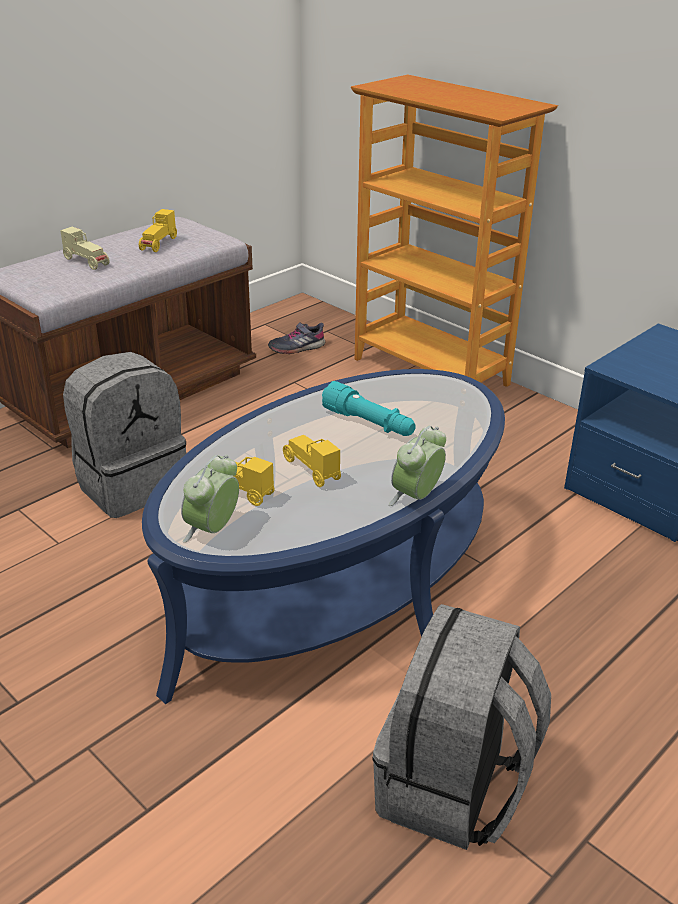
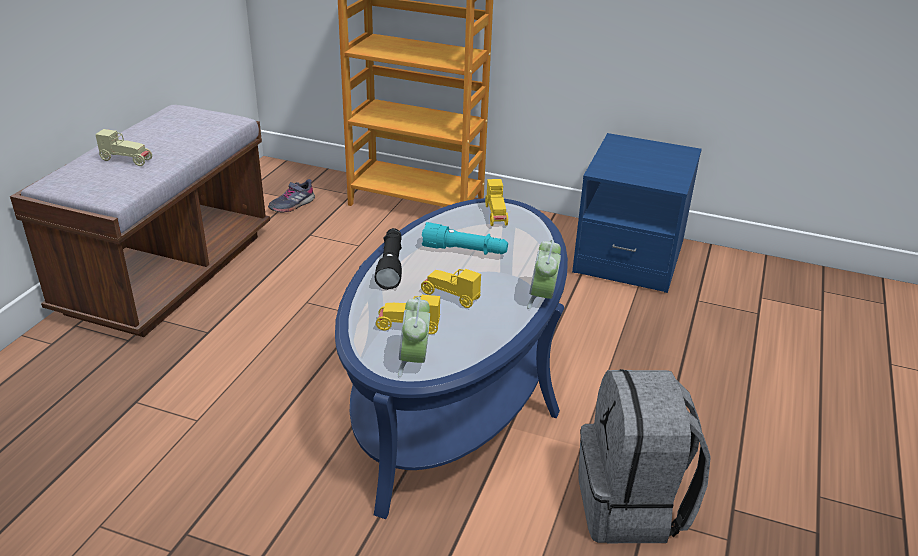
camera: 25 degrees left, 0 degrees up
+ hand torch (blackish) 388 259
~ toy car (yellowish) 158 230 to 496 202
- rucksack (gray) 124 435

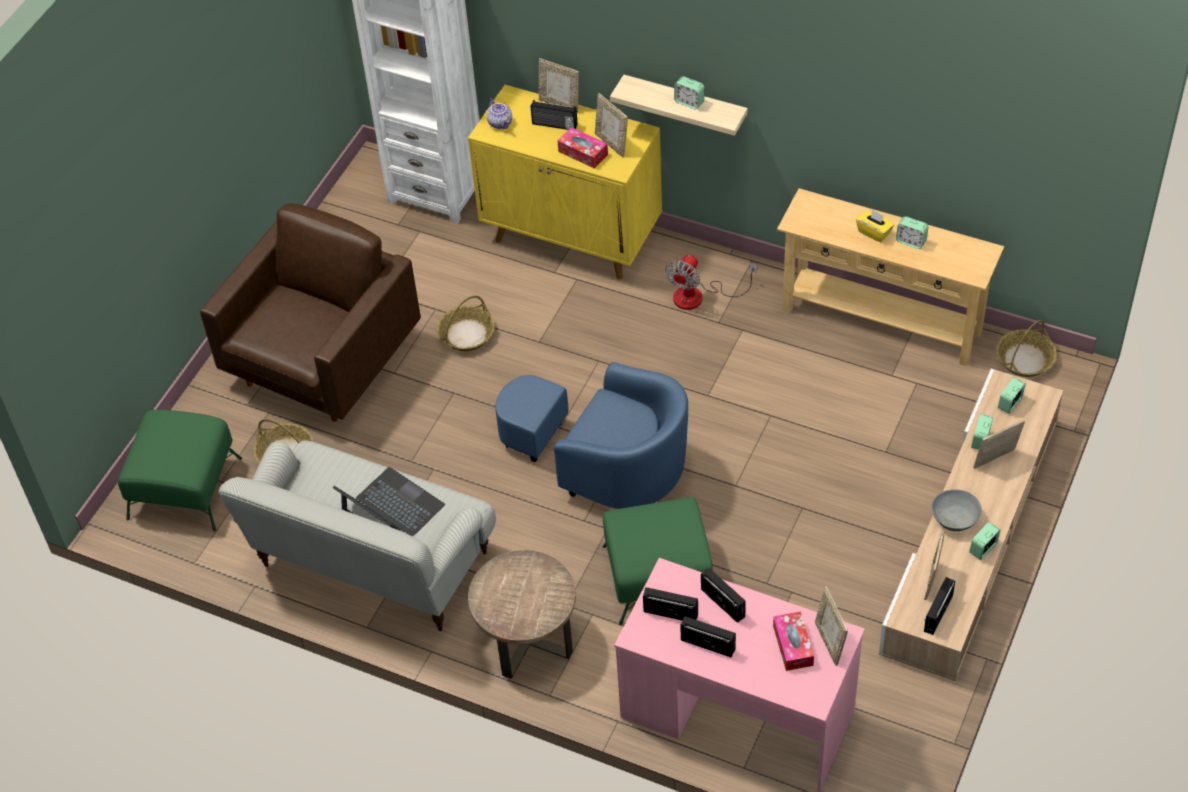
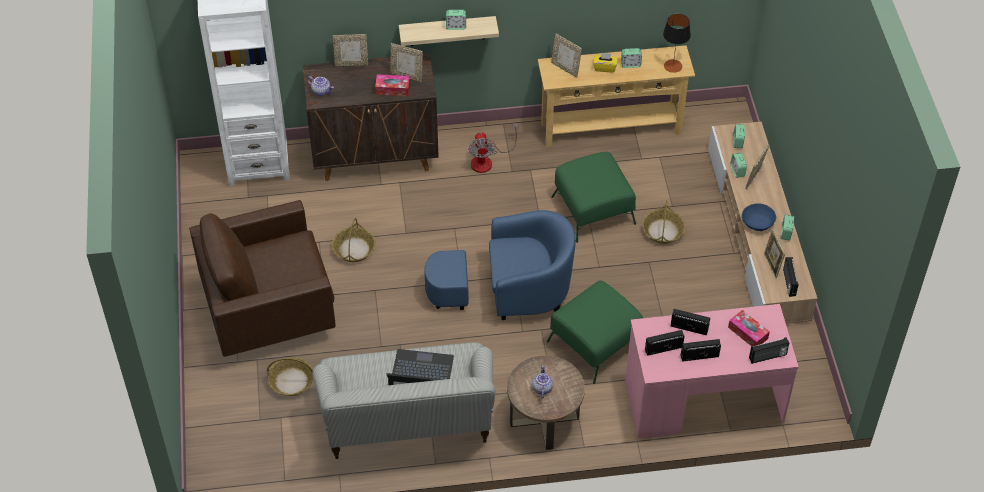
camera: 35 degrees left, 0 degrees up
~ armchair (brown) 310 312 = 262 278 105 degrees counterclockwise
~ cabinet (yellowish) 565 182 to cabinet (brown) 371 117
+ tea pot 542 382
~ standing frame 831 626 to 566 56
~ ottoman (green) 180 470 to 593 197
~ household basket 1027 348 to 664 222
+ table lamp 677 43
~ serving bowl (gray) 957 510 to serving bowl (blue) 759 217
~ radio 554 115 to 769 350

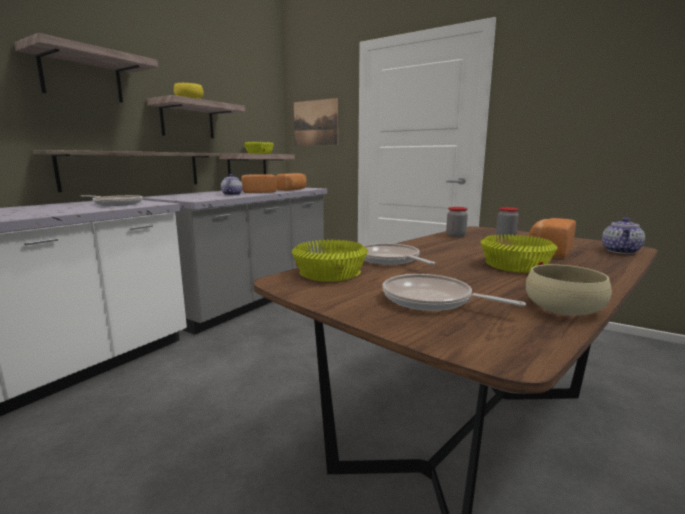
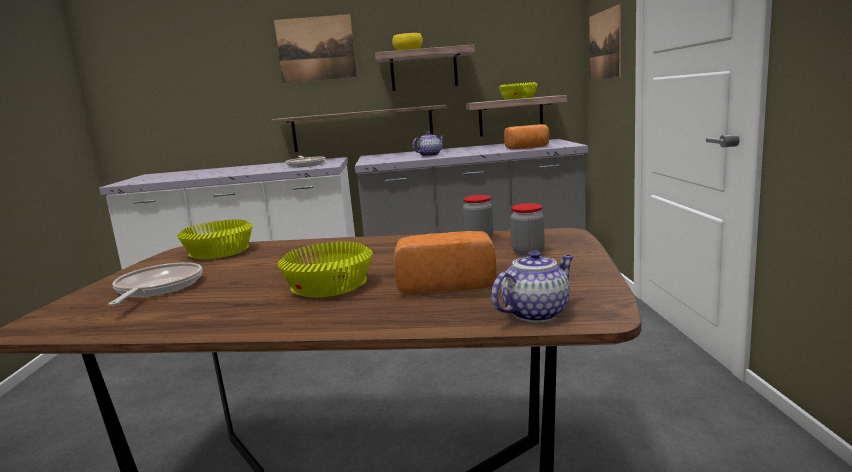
camera: 55 degrees right, 0 degrees up
~ shelf 86 68 to wall art 315 48
~ tea pot 623 235 = 532 286 150 degrees clockwise
- bread 259 183
- frying pan 399 254
- serving bowl (beige) 569 290

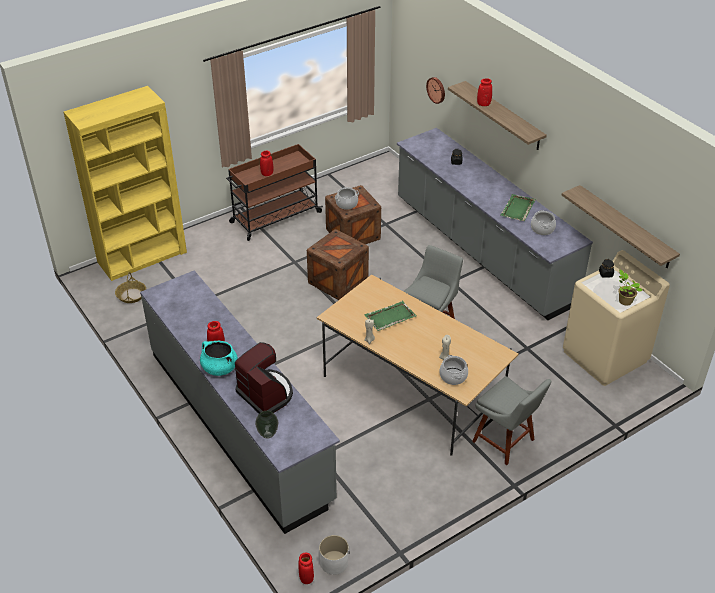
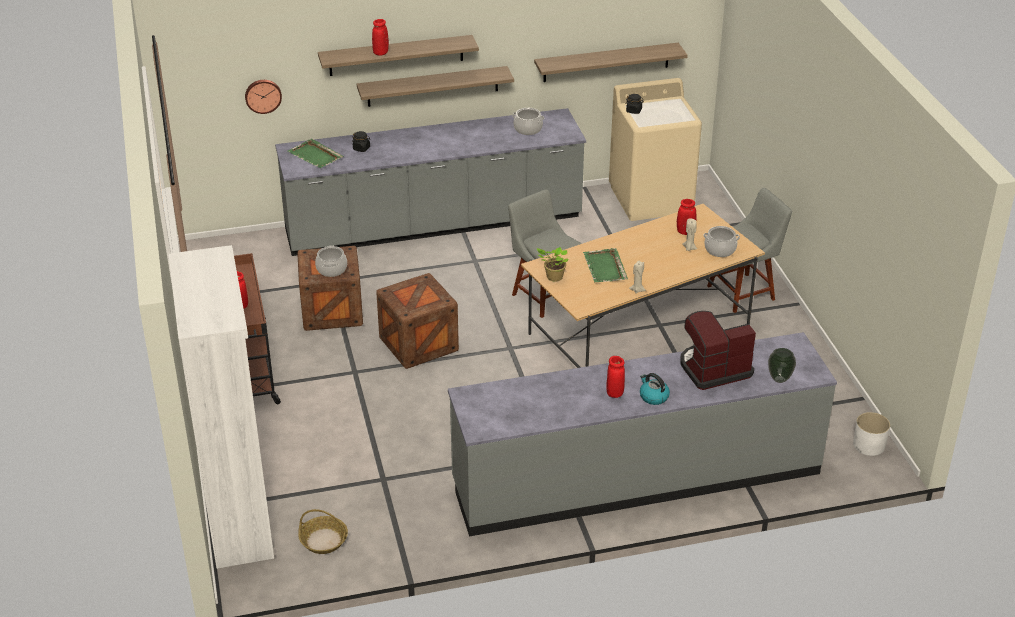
camera: 70 degrees left, 5 degrees down
~ bookshelf (yellowish) 125 183 to bookshelf (whitish) 221 407
~ tray (green) 518 207 to 316 153
+ shelf 435 86
~ plant in a pot 630 287 to 553 264
~ stockpot (blue-green) 219 358 to kettle 655 389
~ flower vase (red-coloured) 306 568 to 686 217

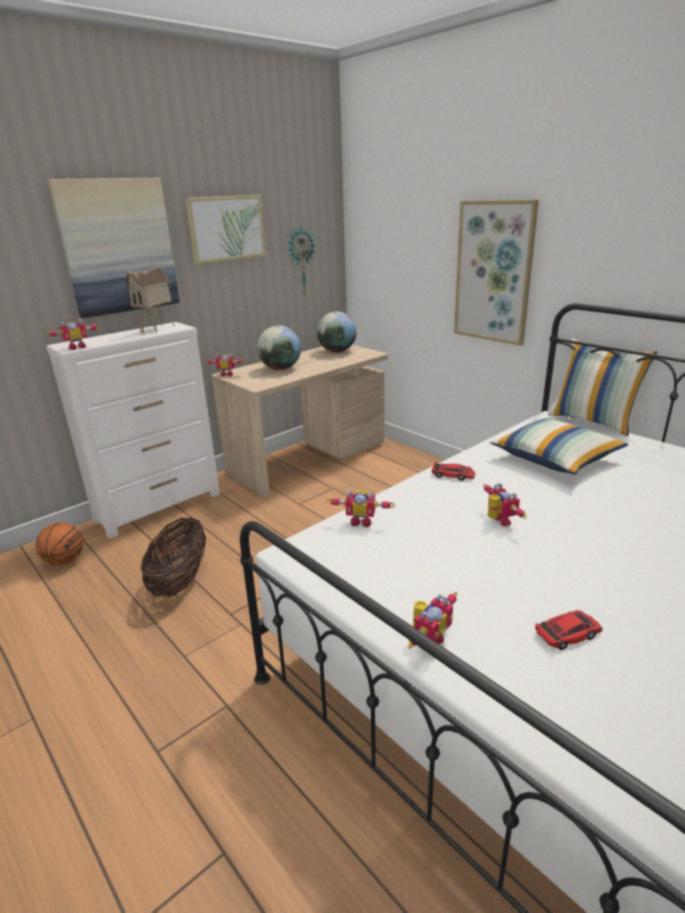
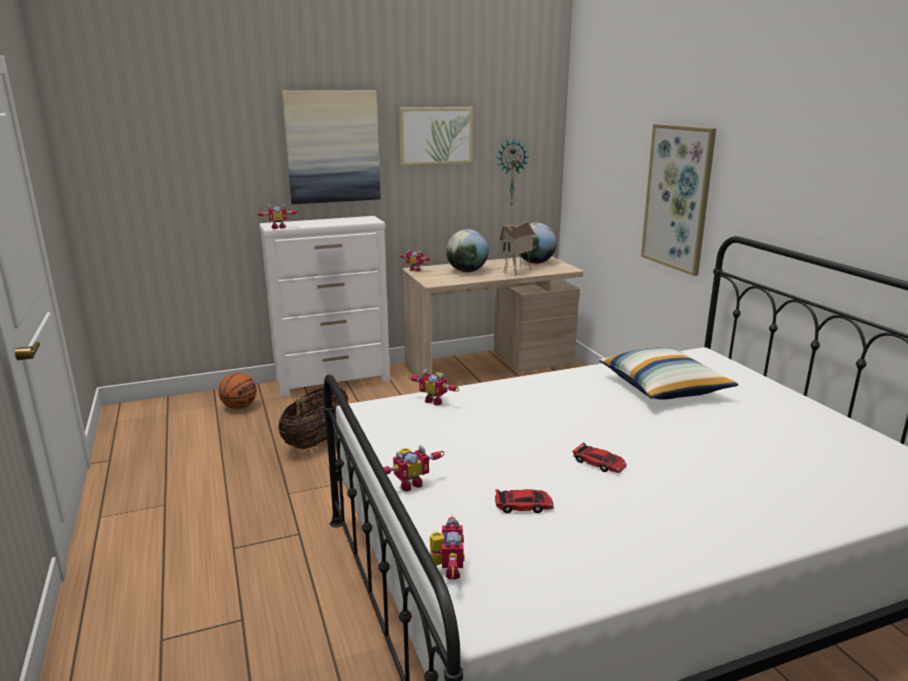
camera: 20 degrees right, 5 degrees down
~ model robot 505 504 to 447 547
~ toy house 150 300 to 517 248
~ toy car 453 471 to 599 458
- cushion 602 387

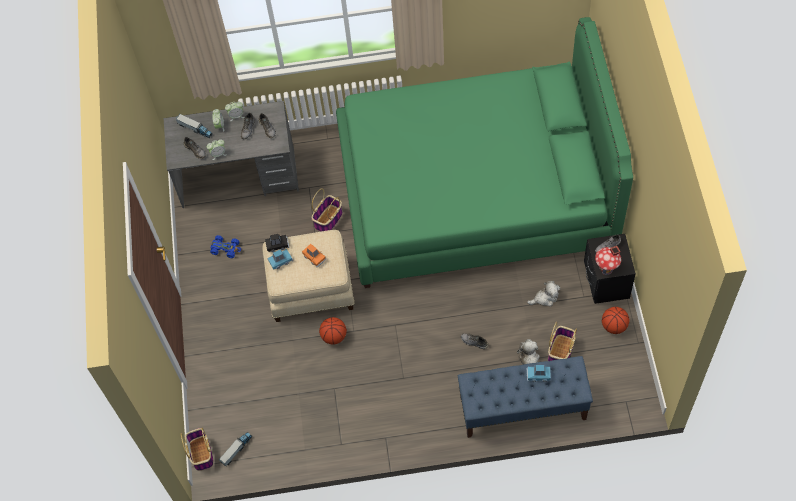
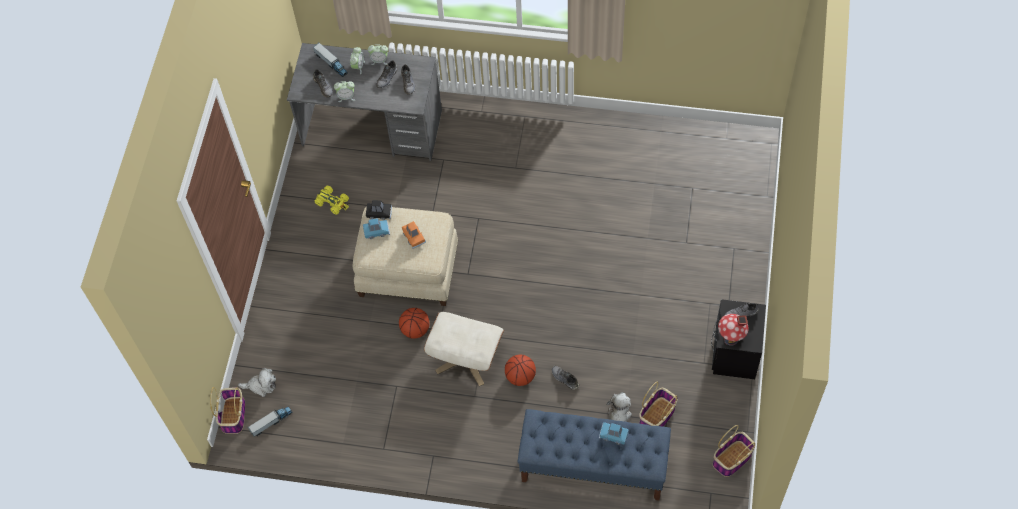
camera: 15 degrees right, 0 degrees up
~ cuddly toy 543 294 to 257 382
~ toy car (blue) 225 246 to toy car (yellowish) 331 200
+ ottoman (beige) 464 349
~ basketball ball 616 320 to 520 370
~ household basket 327 210 to 734 451
- bed (green) 484 152

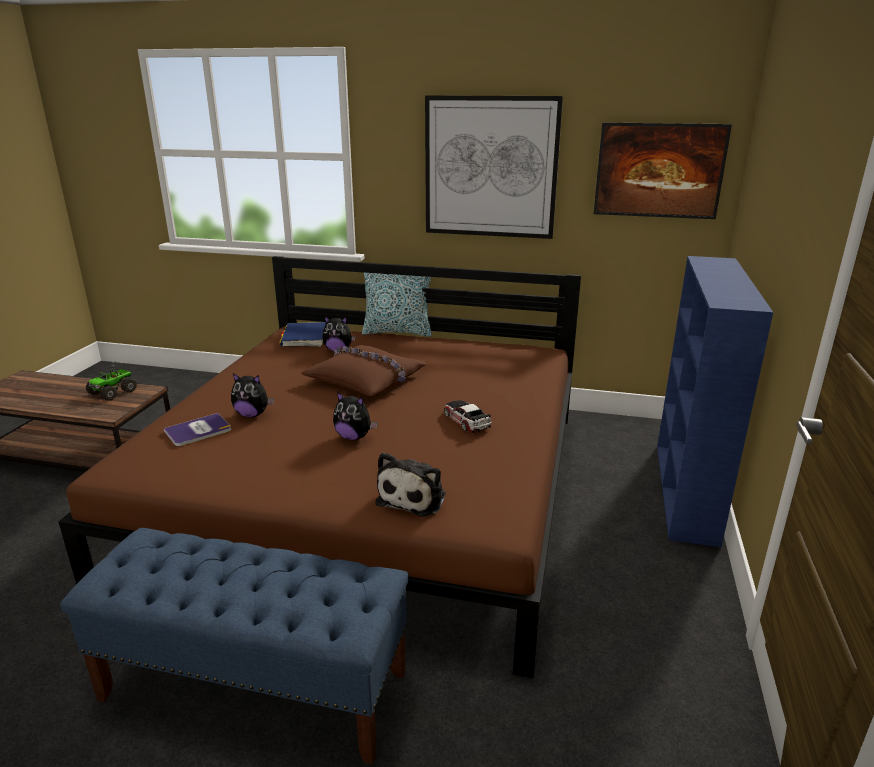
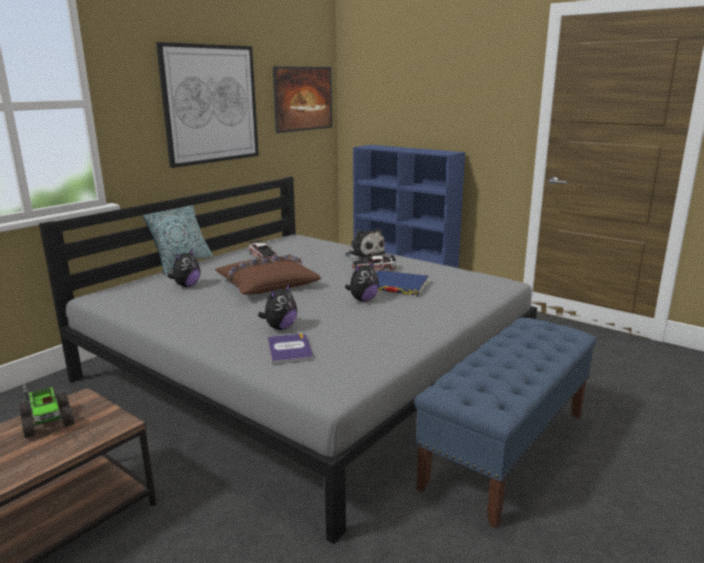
camera: 65 degrees left, 5 degrees down
~ bed (brown) 319 467 to bed (gray) 288 360
+ toy car 263 249
~ cuddly toy 410 484 to 365 244
~ volume (blue) 303 334 to 402 282

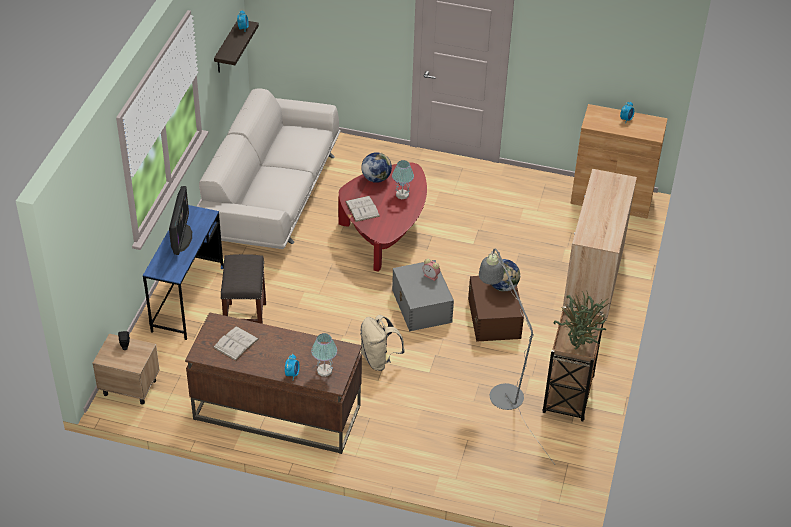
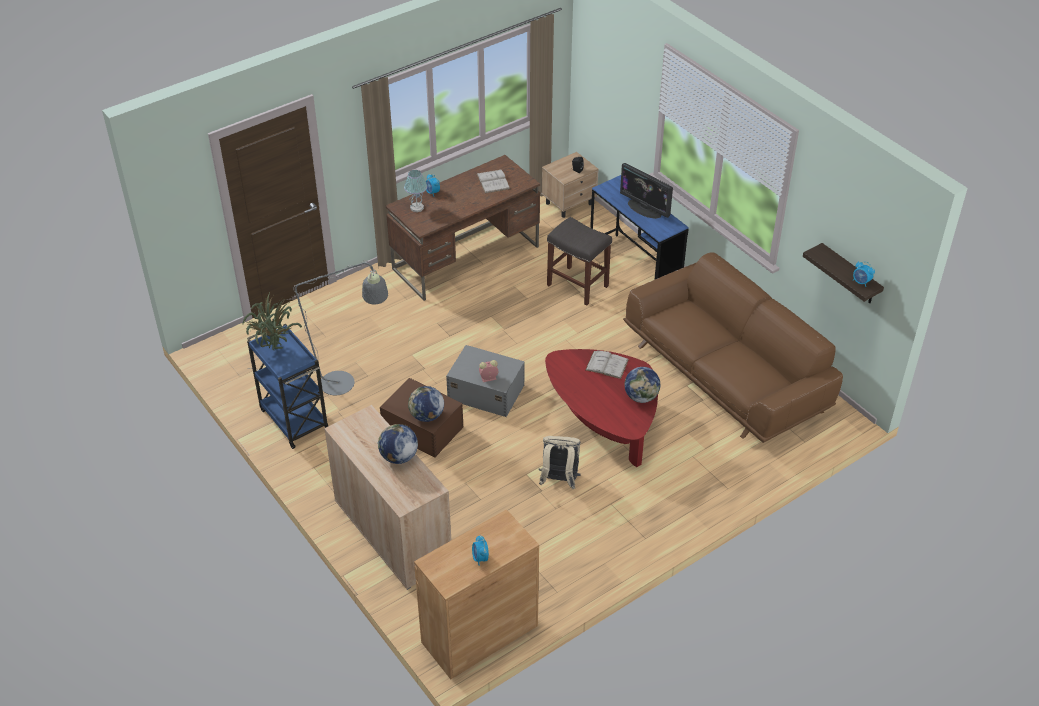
camera: 130 degrees right, 0 degrees up
~ wheeled cart (brown) 574 362 to wheeled cart (blue) 287 386
+ desk globe 398 444
~ rucksack (beige) 382 343 to 560 462
~ settee (whitish) 269 168 to settee (brown) 733 347
- table lamp 403 179

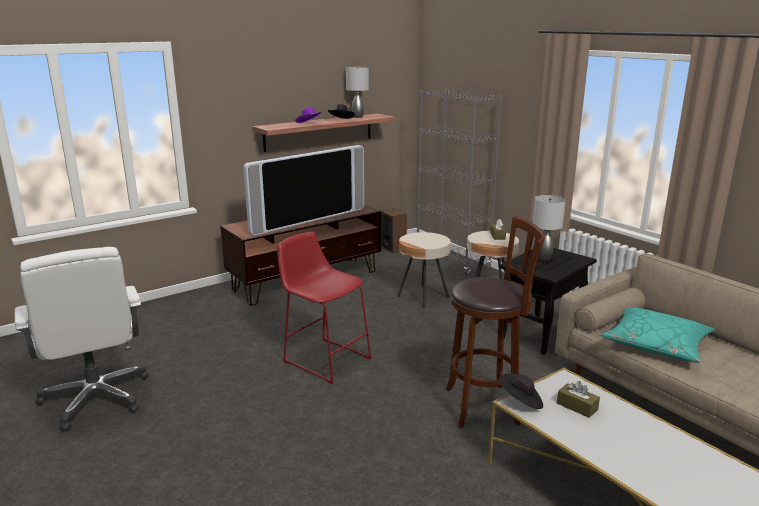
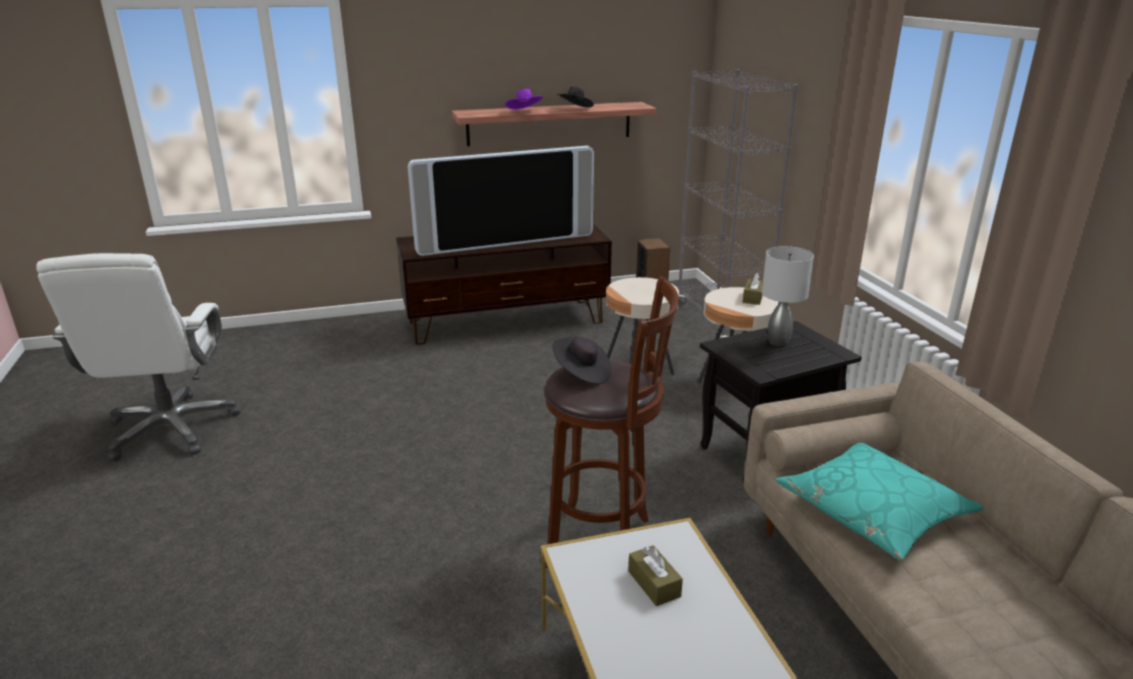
camera: 20 degrees right, 5 degrees up
~ hat (blackish) 520 391 to 582 360
- stool (red-coloured) 324 308
- table lamp (gray) 357 92

